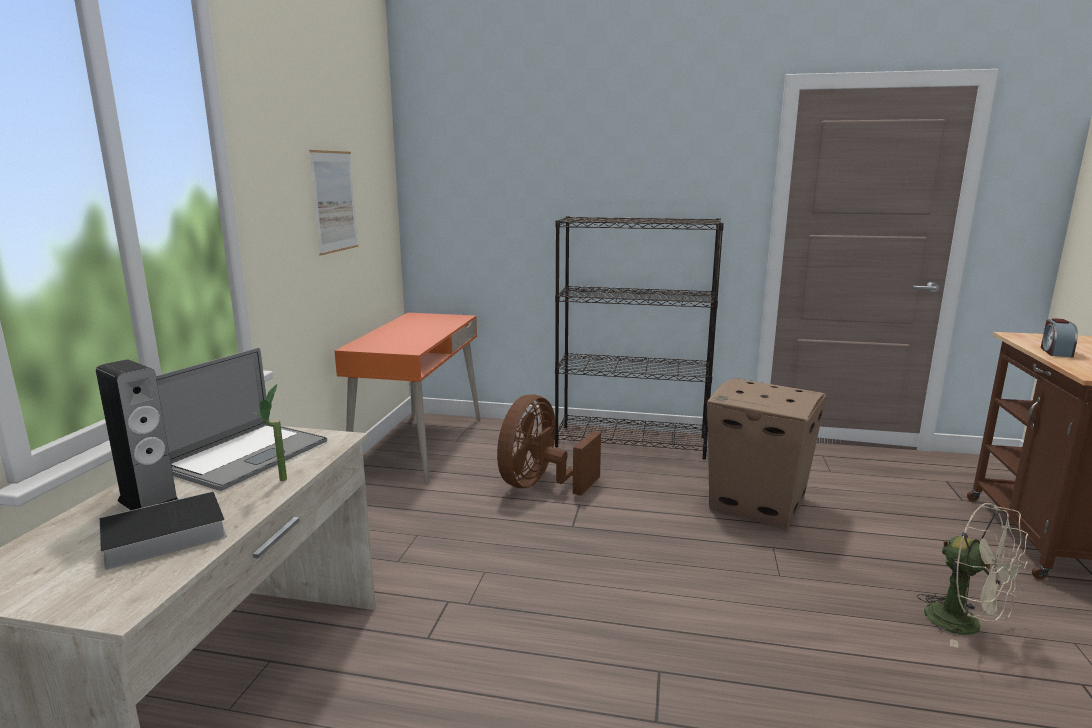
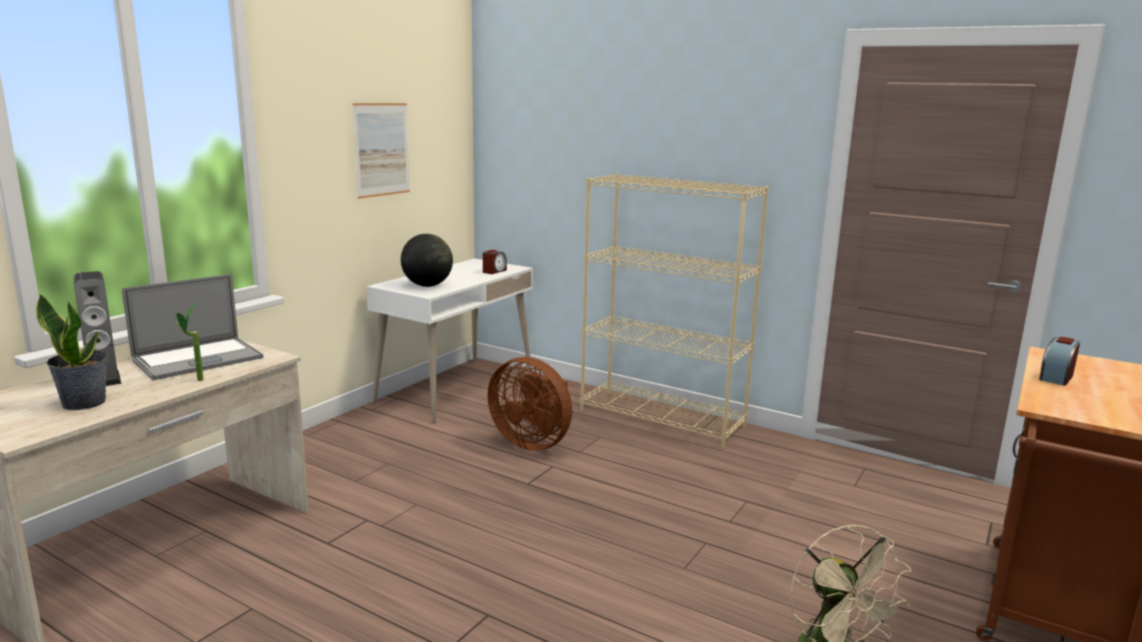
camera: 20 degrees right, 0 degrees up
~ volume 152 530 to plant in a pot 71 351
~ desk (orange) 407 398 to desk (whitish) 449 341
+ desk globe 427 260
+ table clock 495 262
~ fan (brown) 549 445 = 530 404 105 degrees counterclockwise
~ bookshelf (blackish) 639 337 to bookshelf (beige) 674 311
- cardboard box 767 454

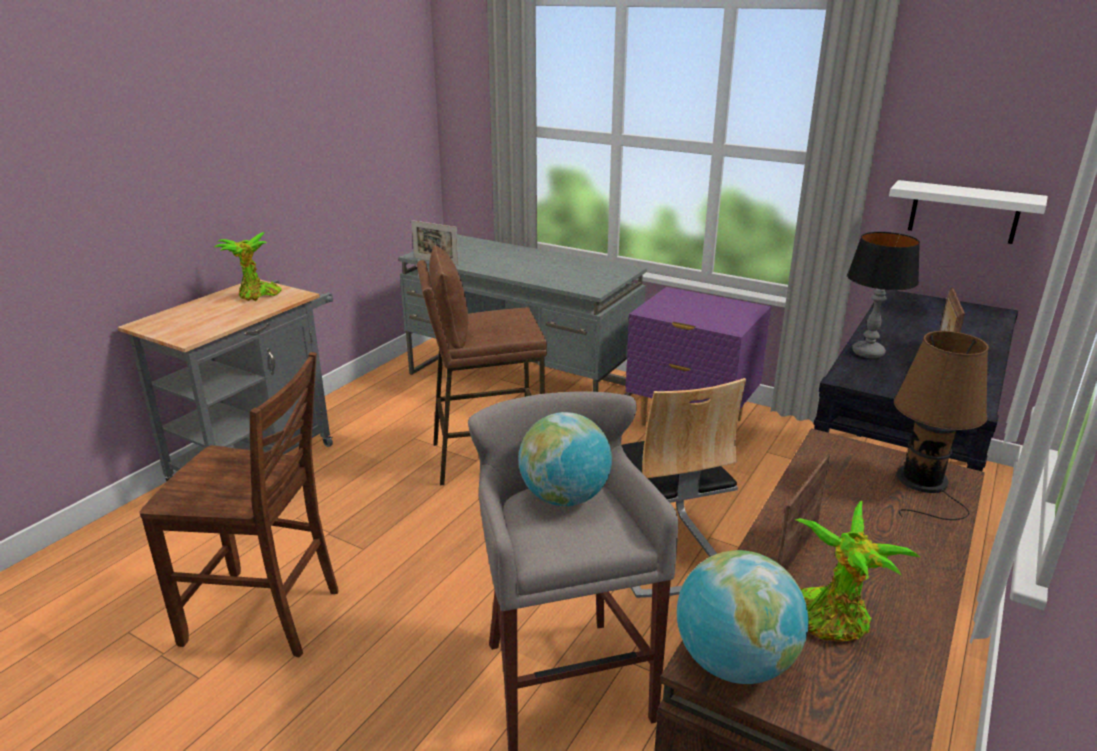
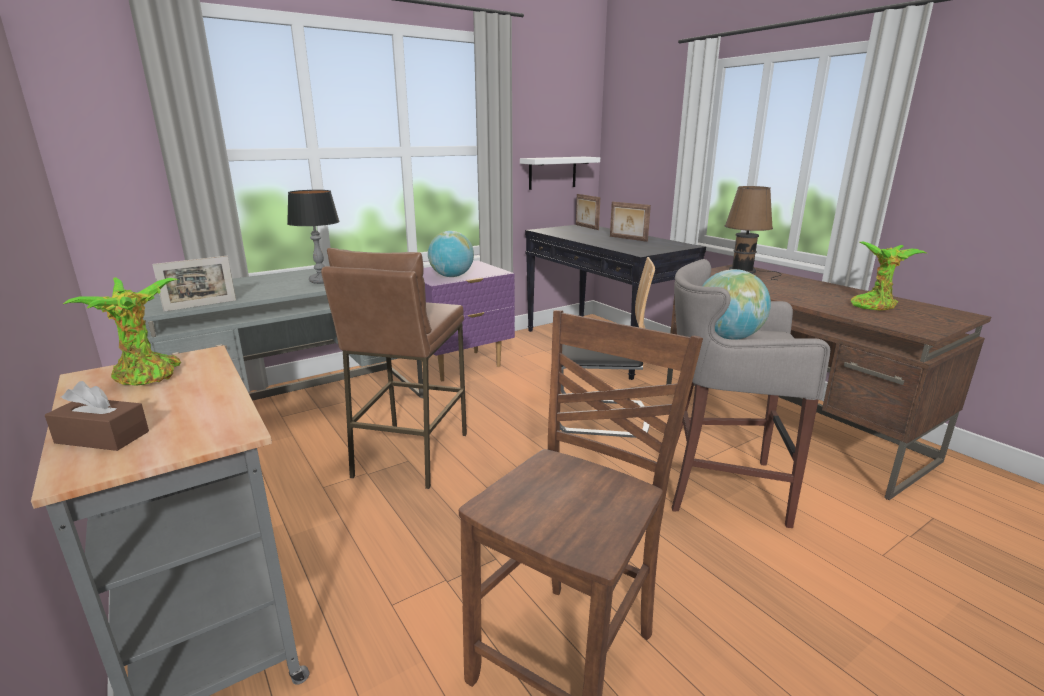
camera: 65 degrees left, 5 degrees down
+ box of tissues (brown) 97 416
~ table lamp 883 295 to 313 237
~ desk globe 742 617 to 451 254
~ standing frame 804 511 to 588 212

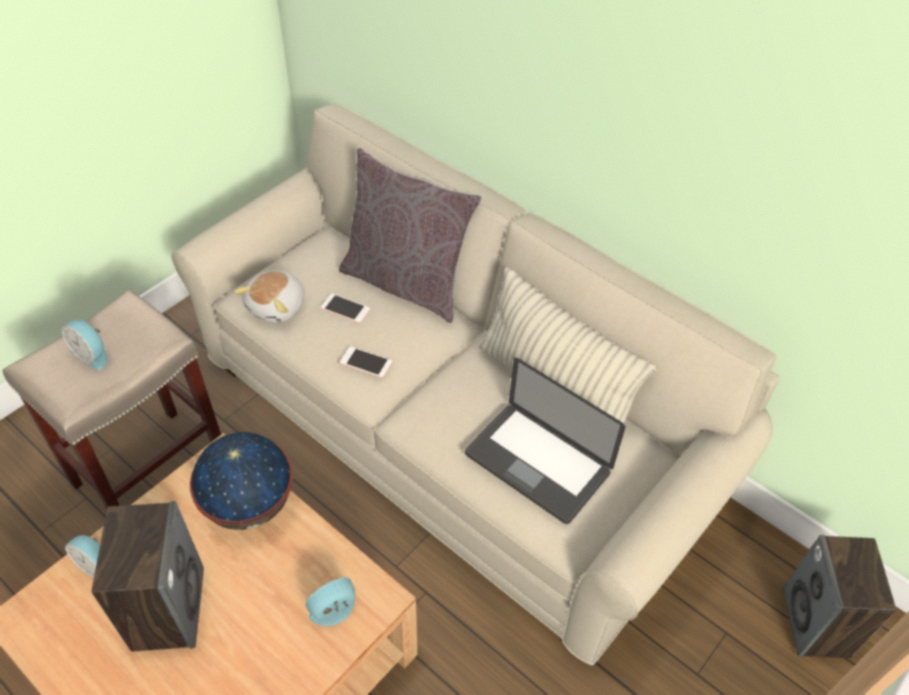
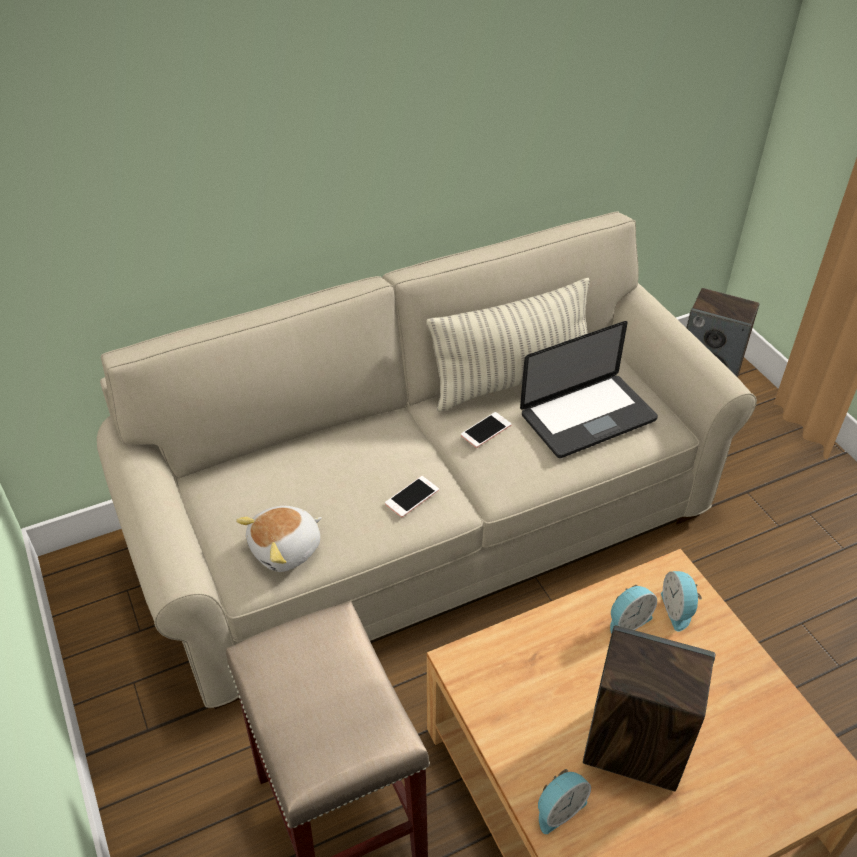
camera: 65 degrees left, 5 degrees down
~ cuddly toy 269 296 = 279 539 90 degrees clockwise
~ telephone 345 309 to 486 430
~ table clock 84 345 to 633 609
- desk globe 241 481
- cushion (gray) 410 235

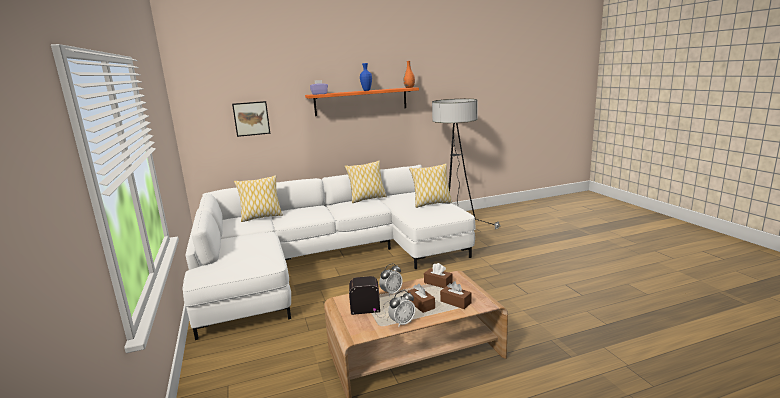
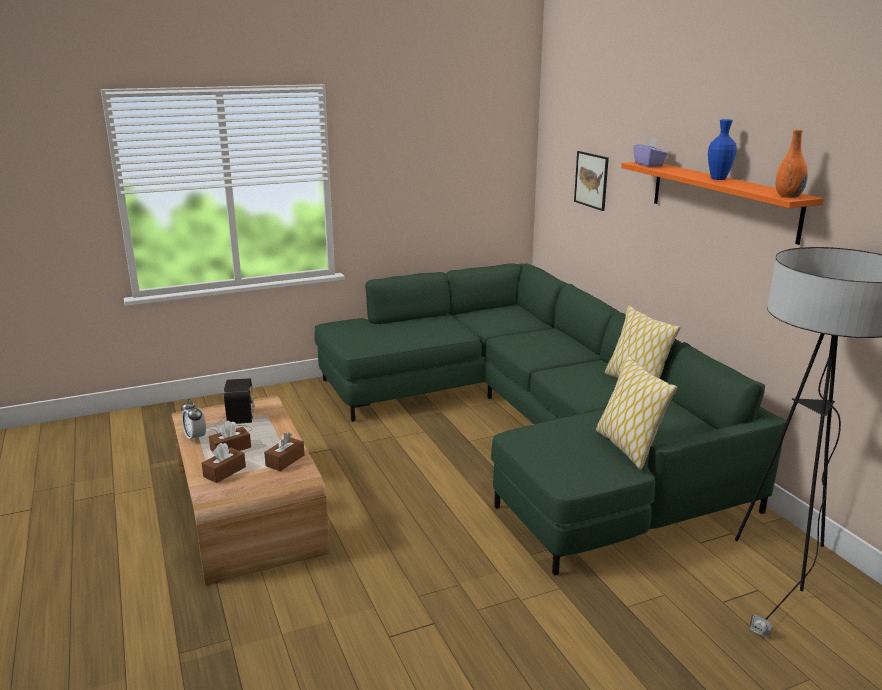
camera: 85 degrees right, 5 degrees up
~ settee (whitish) 329 252 to settee (green) 550 419
- cushion 258 198
- table clock 391 279

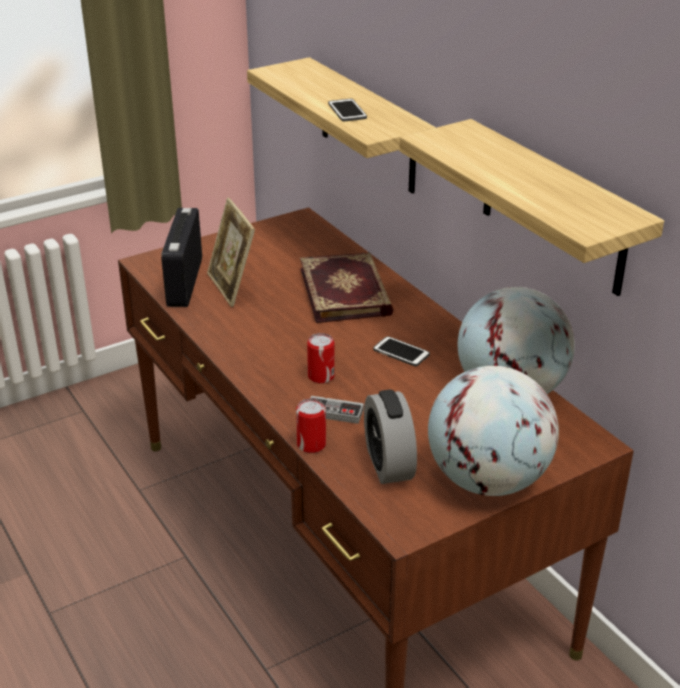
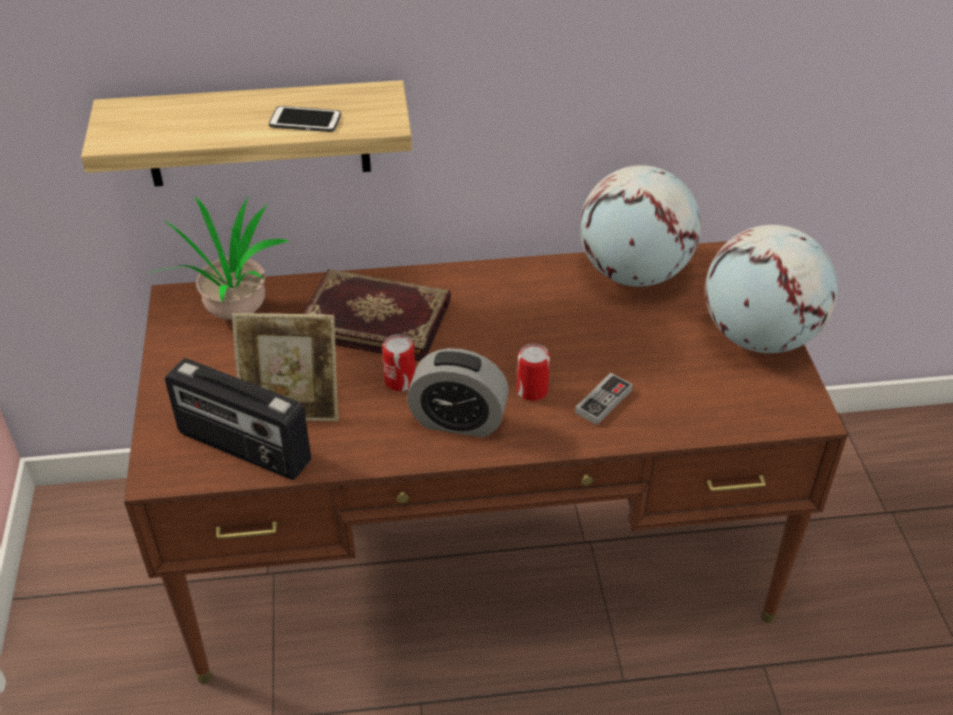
camera: 65 degrees left, 10 degrees up
+ plant in a pot 218 258
~ can 311 425 to 398 362
~ table clock 390 437 to 458 392
- telephone 401 351
- shelf 531 207

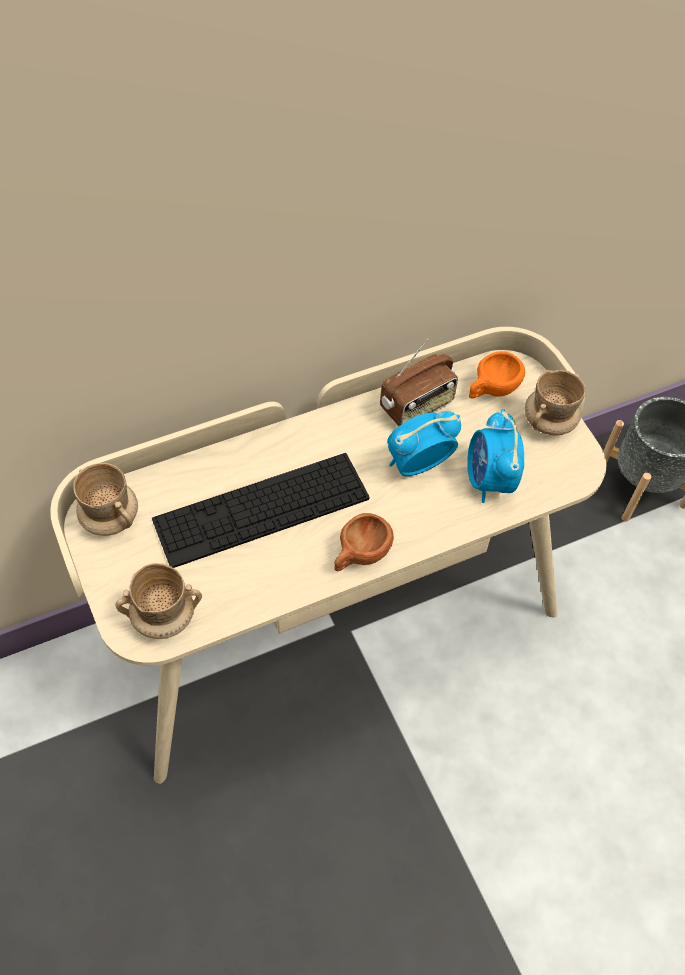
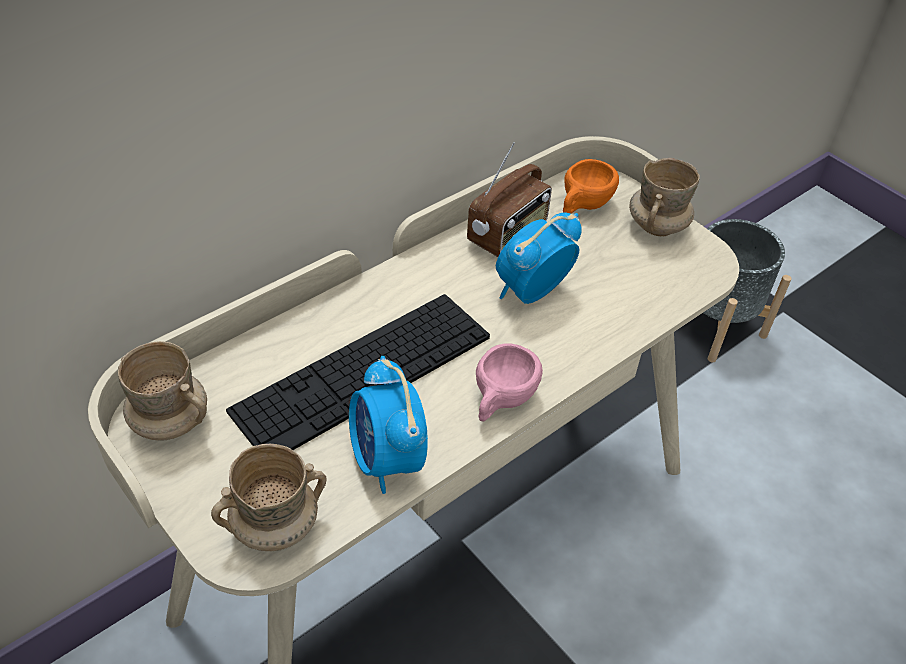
camera: 15 degrees left, 10 degrees down
~ table clock 495 456 to 388 425
~ drinking cup (brown) 364 542 to drinking cup (pinkish) 509 382

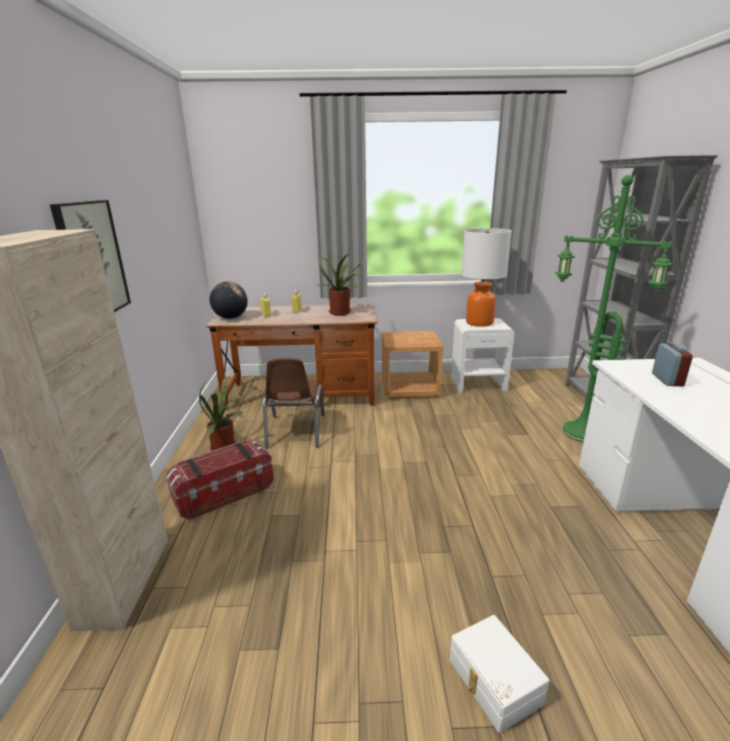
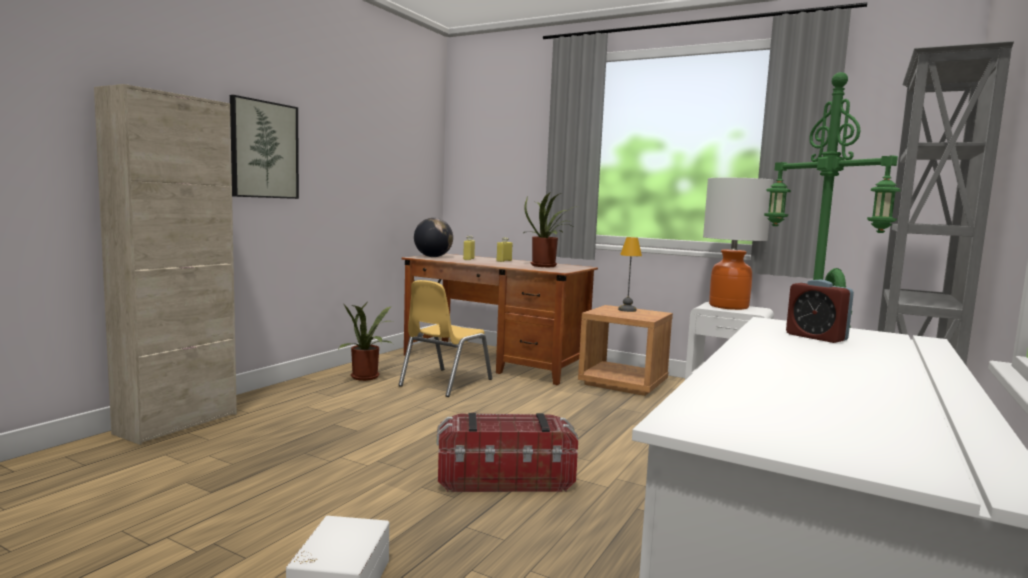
camera: 30 degrees right, 15 degrees down
~ chair (brown) 294 403 to chair (yellowish) 445 338
~ storage bin 220 480 to 507 452
+ table lamp 630 274
~ table clock 672 365 = 820 311 105 degrees clockwise

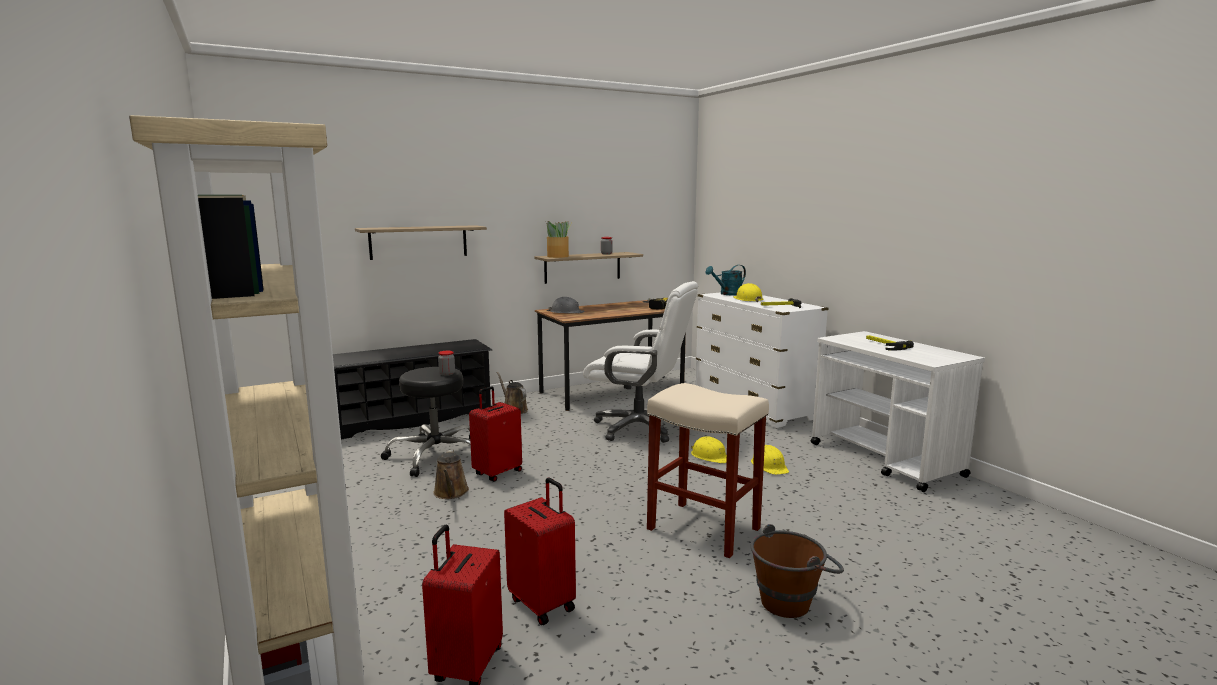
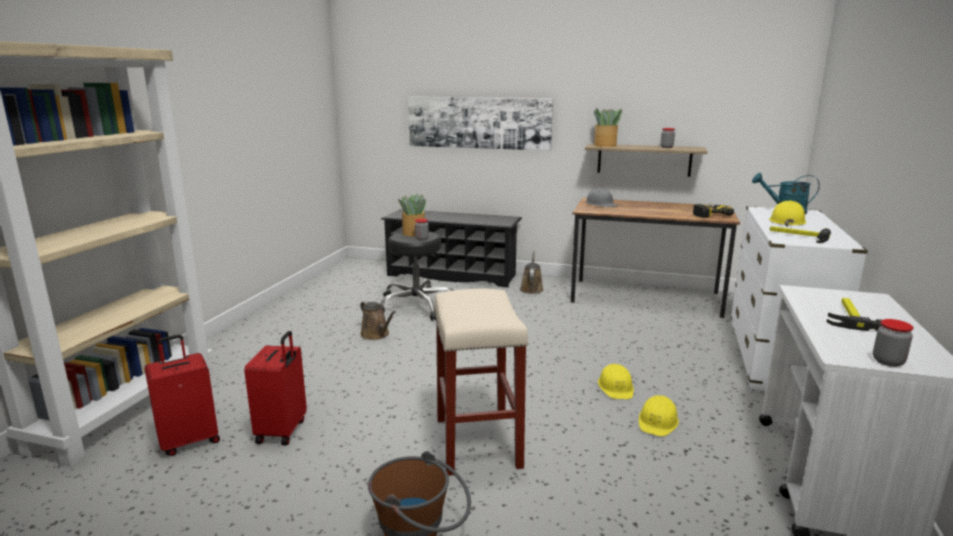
camera: 45 degrees right, 5 degrees up
~ watering pot (brown) 451 474 = 378 320 75 degrees counterclockwise
+ plant in a pot 412 215
~ shelf 421 242 to wall art 480 124
+ jar 893 343
- piece of luggage (red-coloured) 495 434
- computer chair (whitish) 640 362

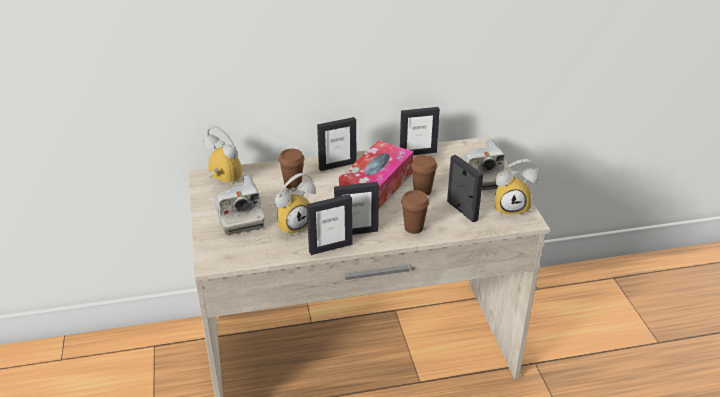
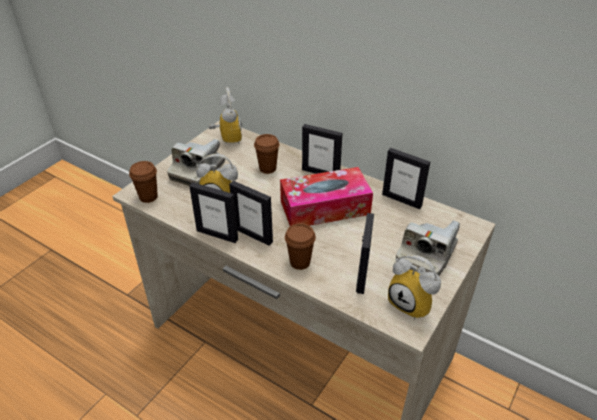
camera: 45 degrees right, 5 degrees up
~ drinking cup (brown) 424 175 to 143 182

